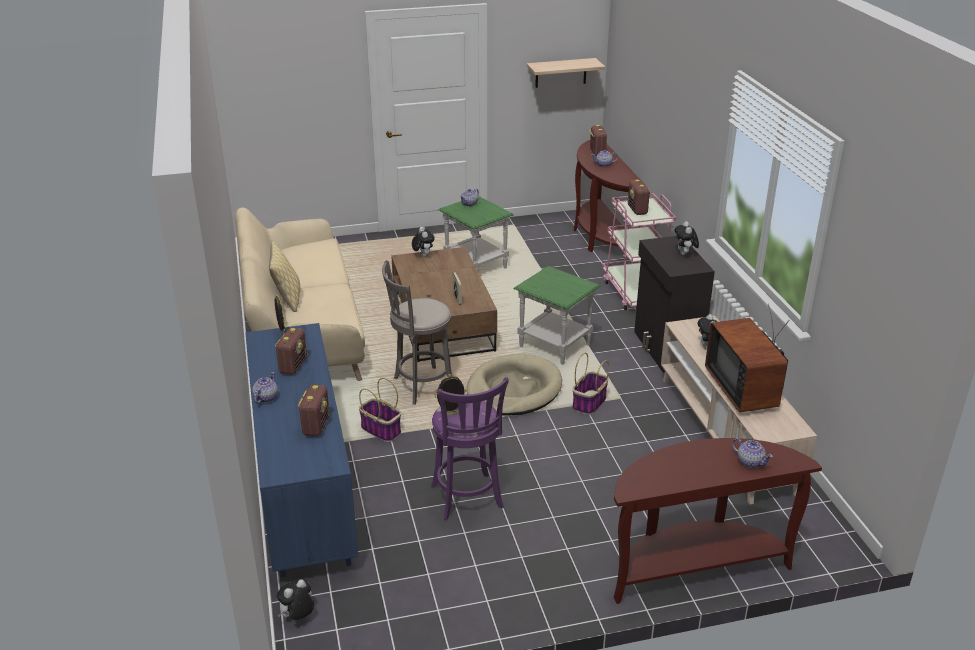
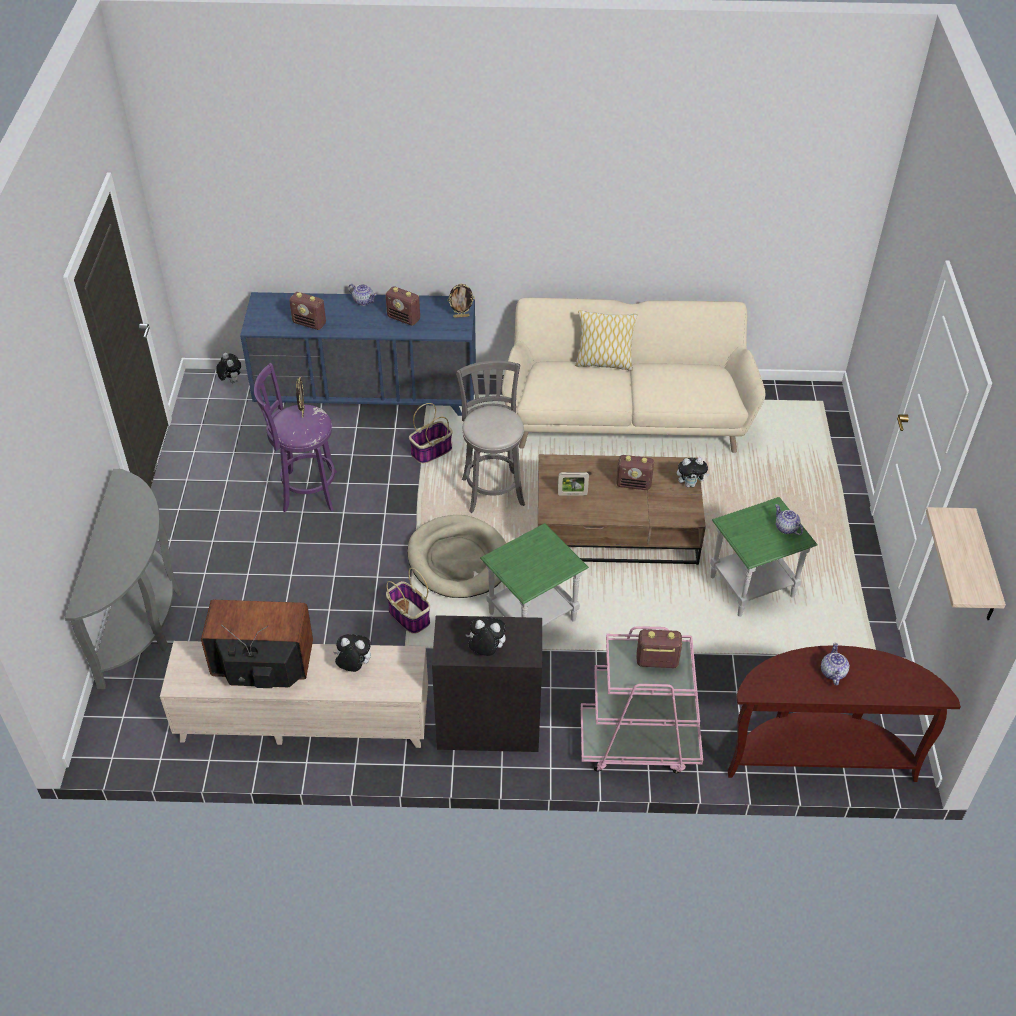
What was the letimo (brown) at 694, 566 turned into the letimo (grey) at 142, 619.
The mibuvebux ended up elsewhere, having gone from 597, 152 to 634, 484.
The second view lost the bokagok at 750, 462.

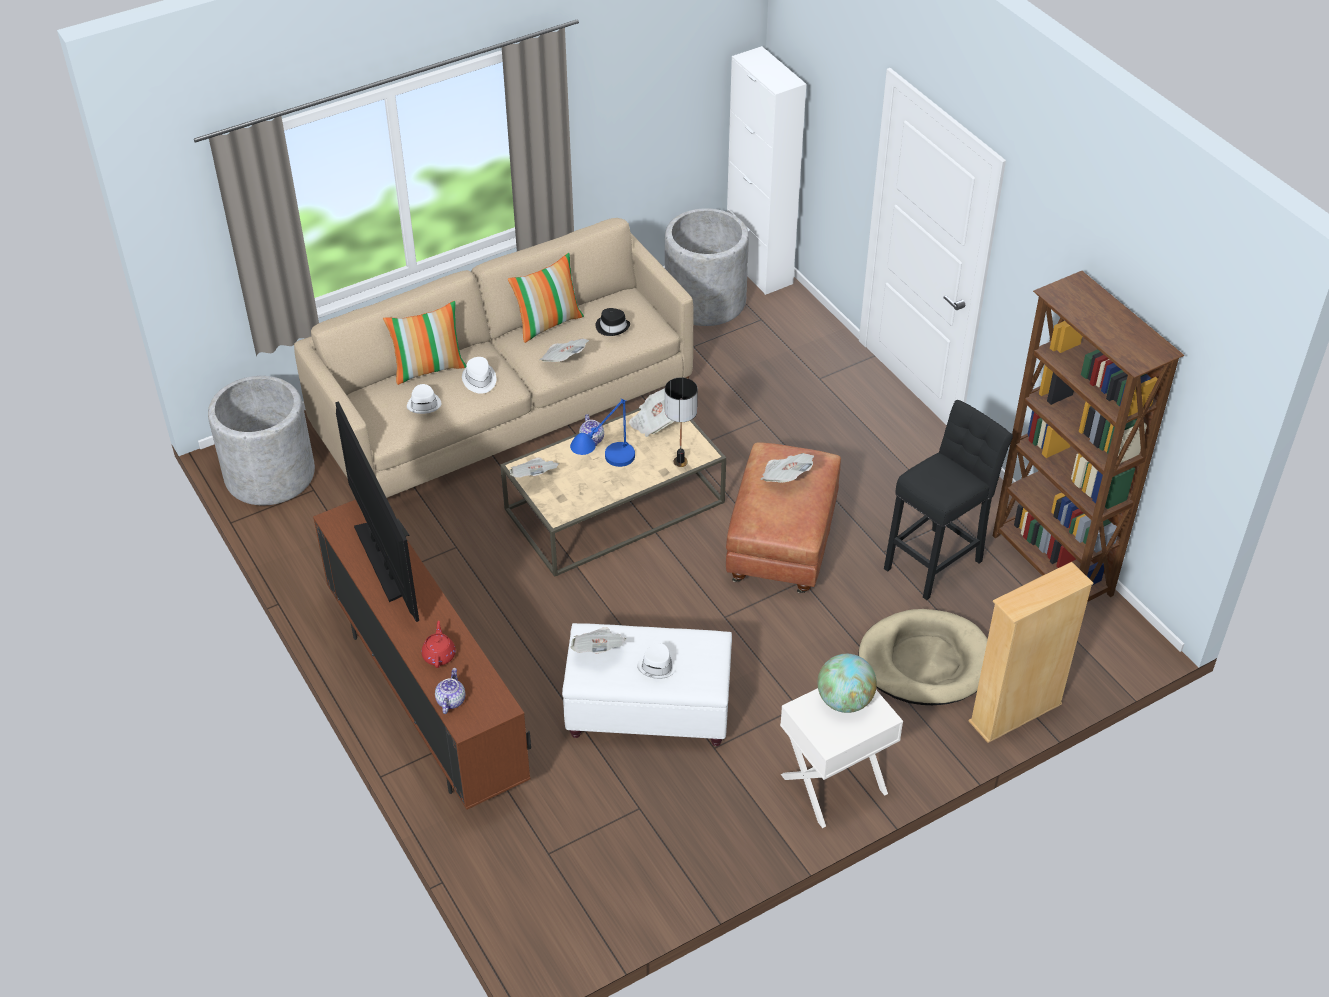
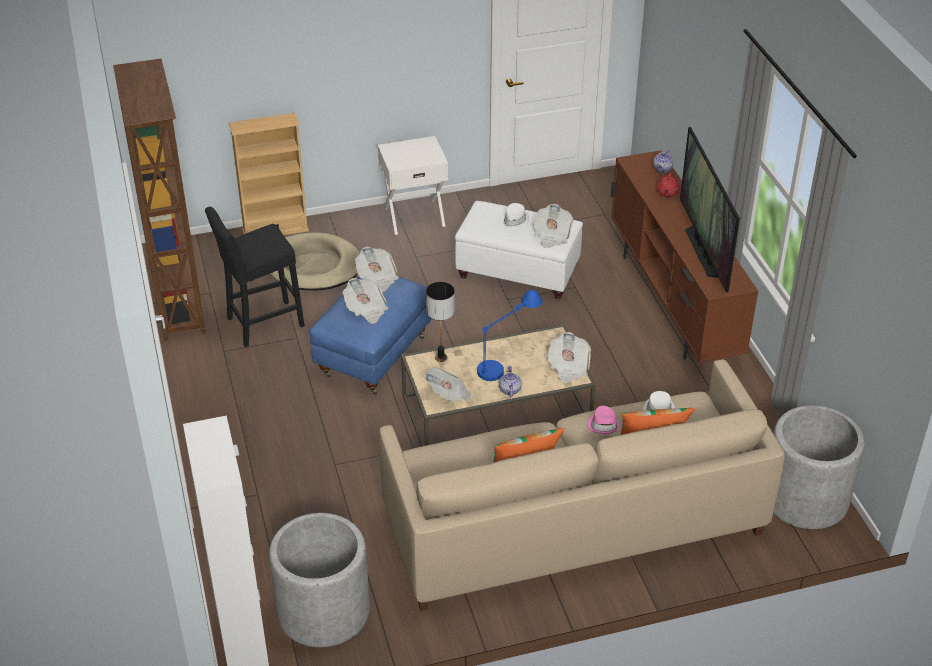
What was the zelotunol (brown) at 782, 547 turned into the zelotunol (blue) at 373, 355.
The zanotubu ended up elsewhere, having gone from 564, 360 to 377, 278.
What was the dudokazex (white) at 479, 380 turned into the dudokazex (pink) at 603, 424.
The second view lost the dudokazex (black) at 612, 327.
The second view lost the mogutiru at 845, 701.

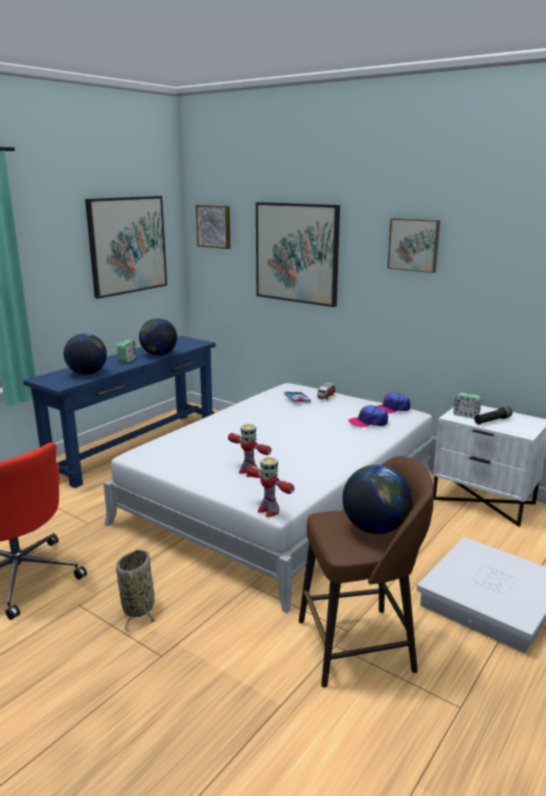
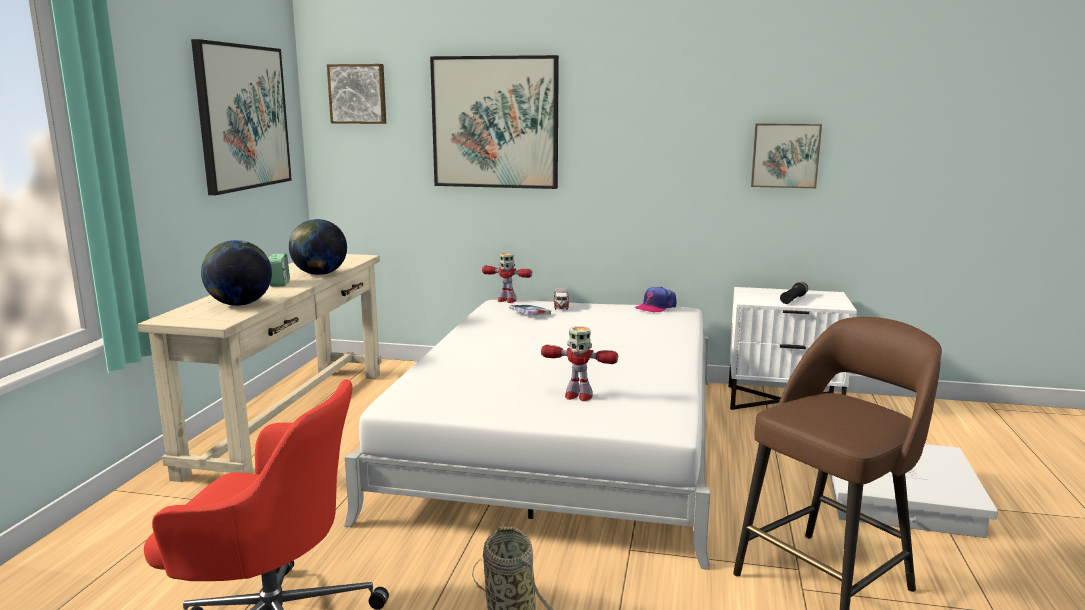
What was the letimo (blue) at 135, 447 turned into the letimo (beige) at 292, 419.
The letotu ended up elsewhere, having gone from 268, 510 to 506, 300.
The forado ended up elsewhere, having gone from 414, 244 to 785, 155.
The second view lost the mogutiru at 375, 528.
The second view lost the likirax at 368, 422.
The second view lost the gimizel at 466, 415.

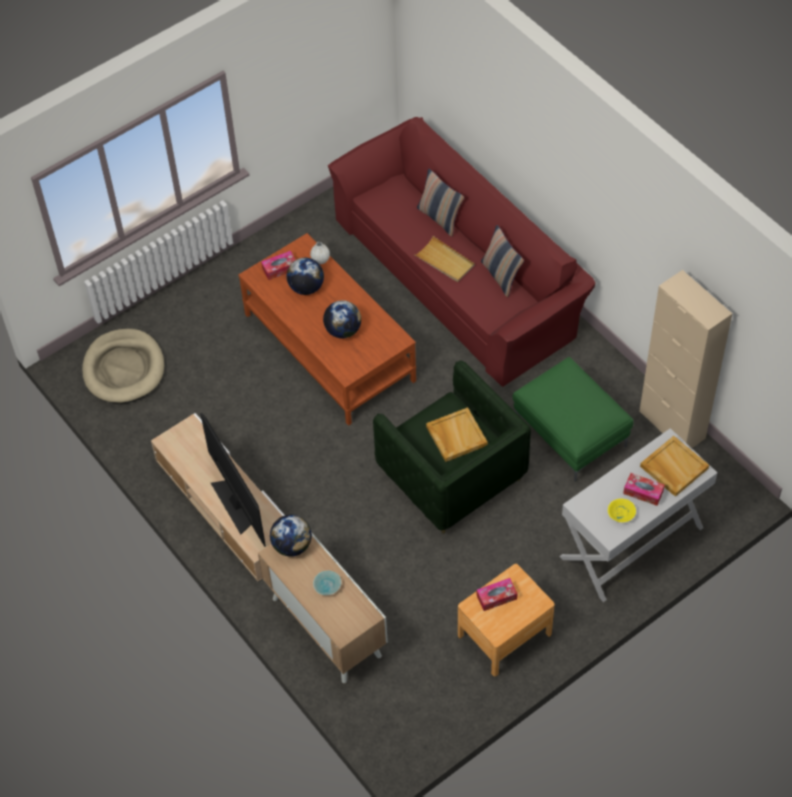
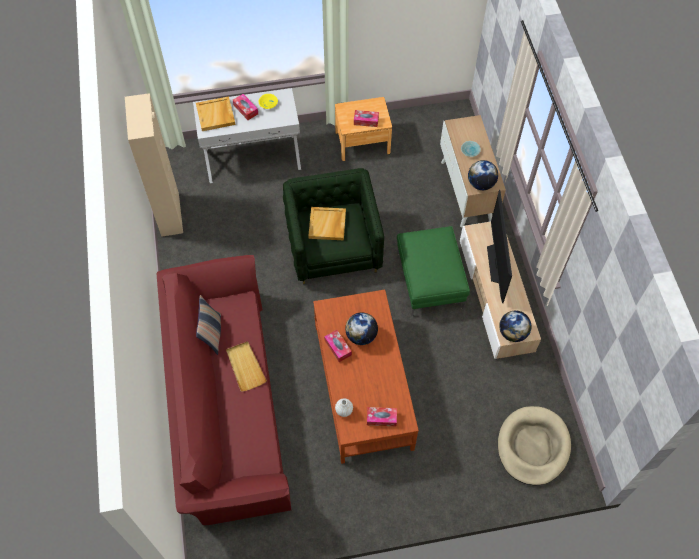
The second view gained the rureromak at 338, 348.
The zelotunol (green) ended up elsewhere, having gone from 568, 433 to 430, 281.
The mogutiru ended up elsewhere, having gone from 306, 287 to 512, 333.
The second view lost the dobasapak at 440, 218.

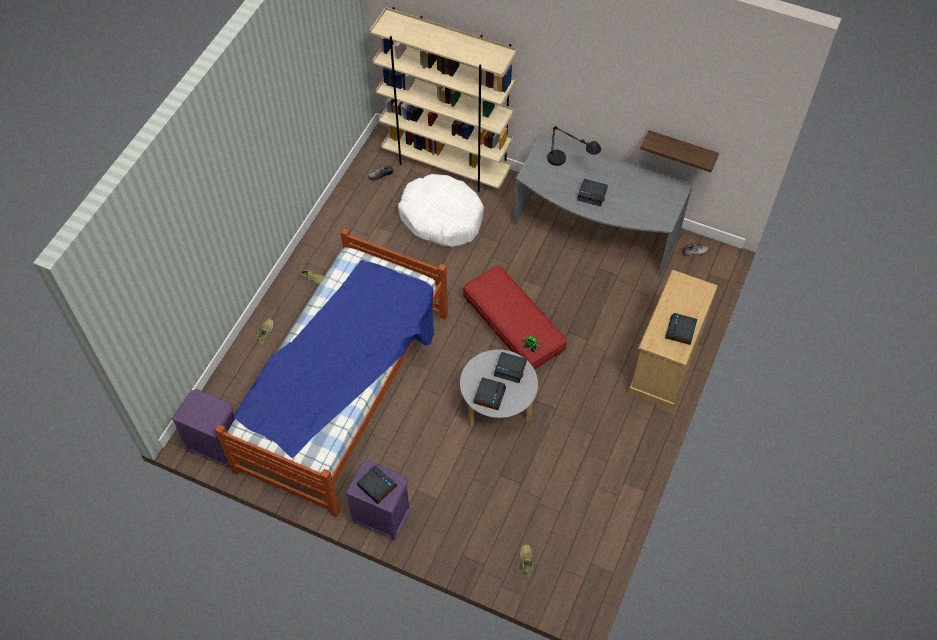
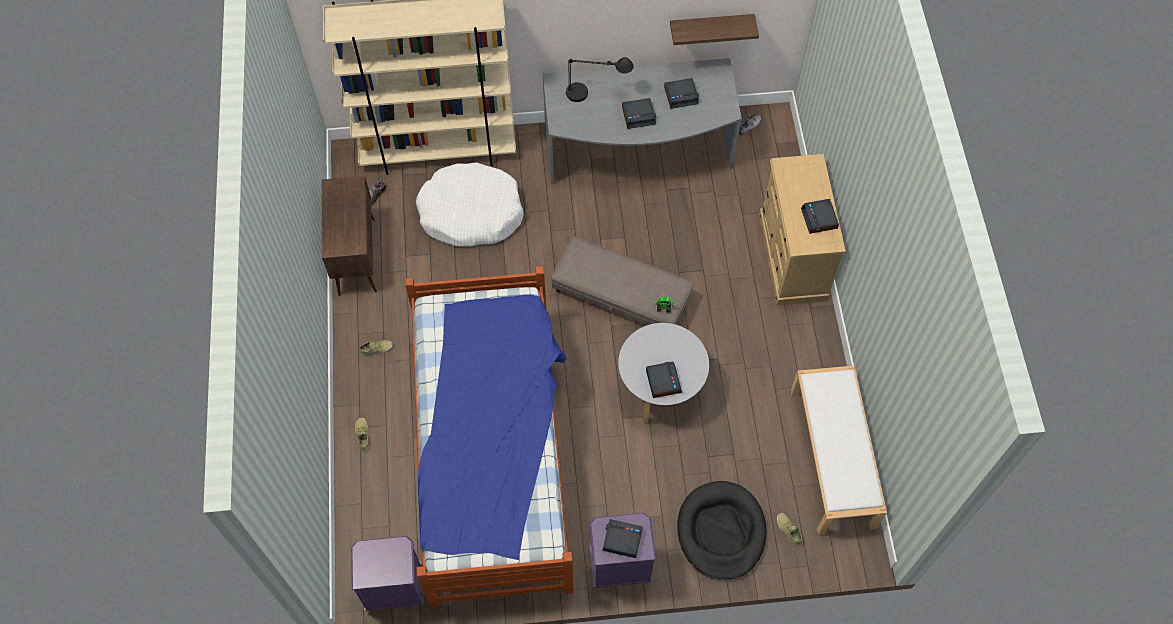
The second view gained the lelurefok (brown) at 356, 256.
What was the zelotunol (red) at 513, 327 turned into the zelotunol (grey) at 621, 294.
The gimizel ended up elsewhere, having gone from 510, 369 to 681, 95.
The second view gained the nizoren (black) at 721, 531.
The second view gained the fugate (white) at 833, 458.

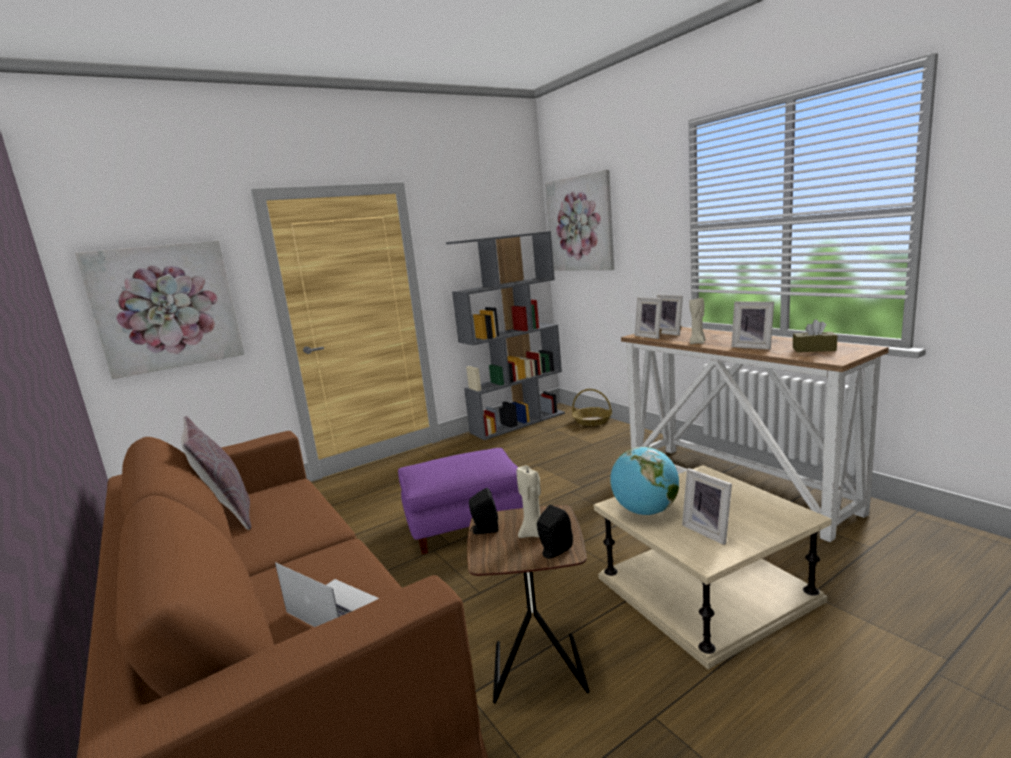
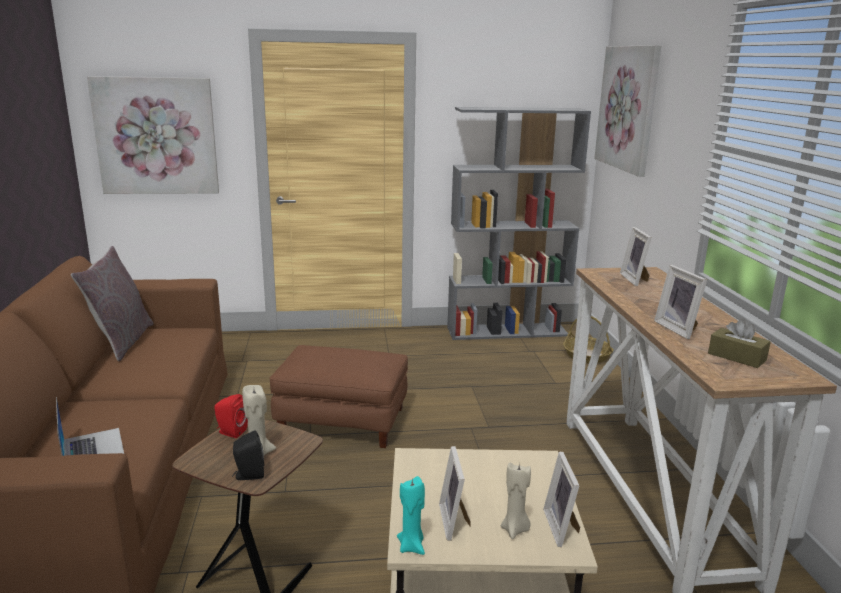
What was the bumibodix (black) at 484, 530 turned into the bumibodix (red) at 230, 432.
What was the zelotunol (purple) at 465, 523 turned into the zelotunol (brown) at 343, 421.
The second view gained the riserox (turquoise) at 412, 546.
The riserox (beige) ended up elsewhere, having gone from 697, 343 to 515, 529.
The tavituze ended up elsewhere, having gone from 650, 336 to 563, 527.
The second view lost the mogutiru at 645, 511.

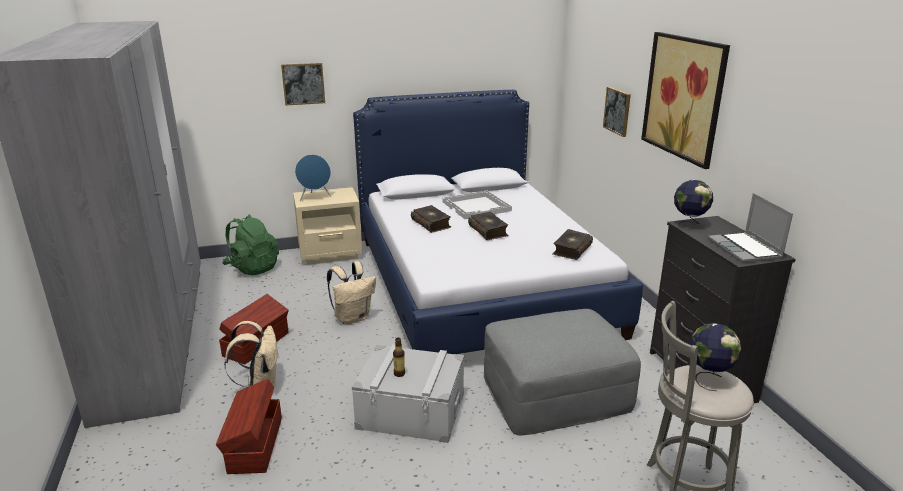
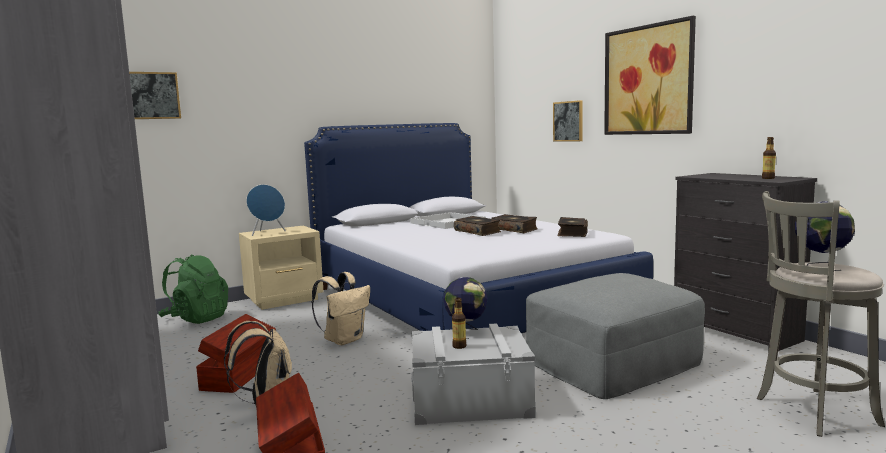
The forado ended up elsewhere, having gone from 303, 84 to 153, 95.
The mogutiru ended up elsewhere, having gone from 689, 224 to 466, 332.
The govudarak ended up elsewhere, having gone from 431, 224 to 514, 229.
Where the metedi stood at 745, 249, the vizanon came to stand at 768, 178.

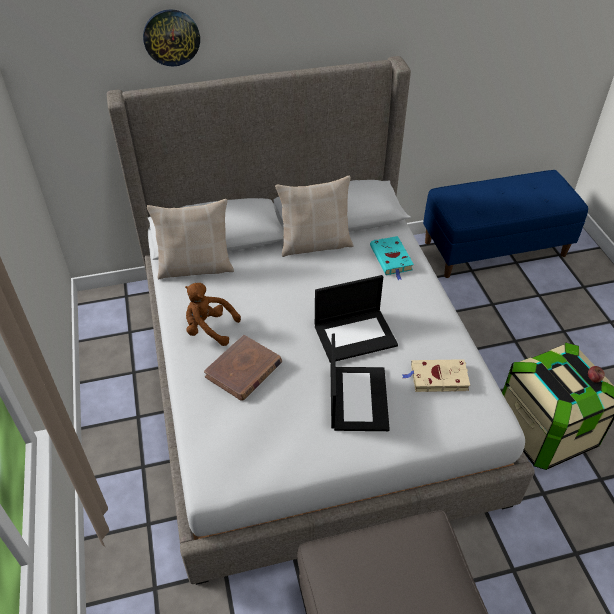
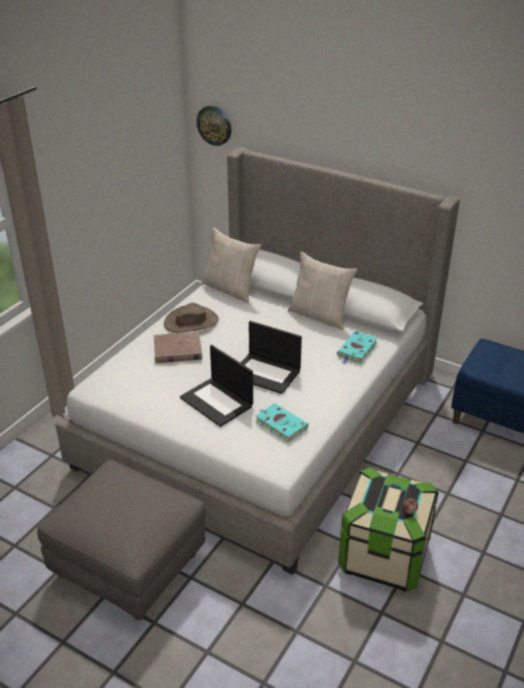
Where the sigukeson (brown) stood at 209, 328, the dudokazex (brown) came to stand at 191, 322.
The metedi at 357, 398 ended up facing another way, 90 degrees clockwise from before.
The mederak ended up elsewhere, having gone from 171, 37 to 214, 125.
What was the govudarak (beige) at 437, 378 turned into the govudarak (turquoise) at 280, 424.

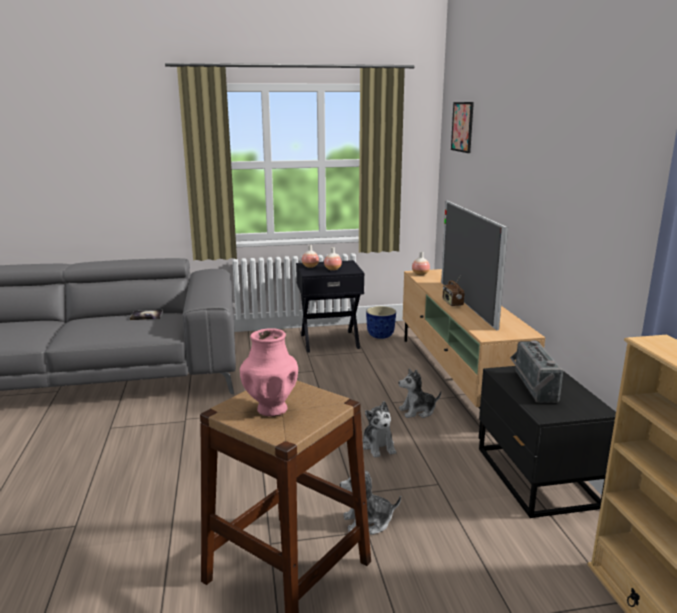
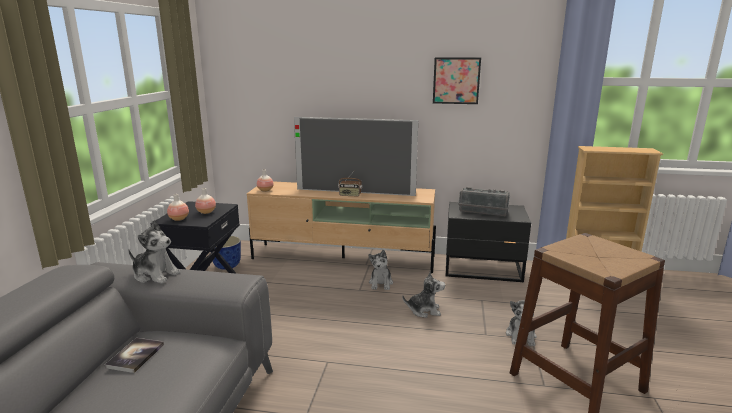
The second view gained the sigukeson at 155, 275.
The forado ended up elsewhere, having gone from 462, 127 to 456, 80.
The second view lost the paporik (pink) at 271, 409.

